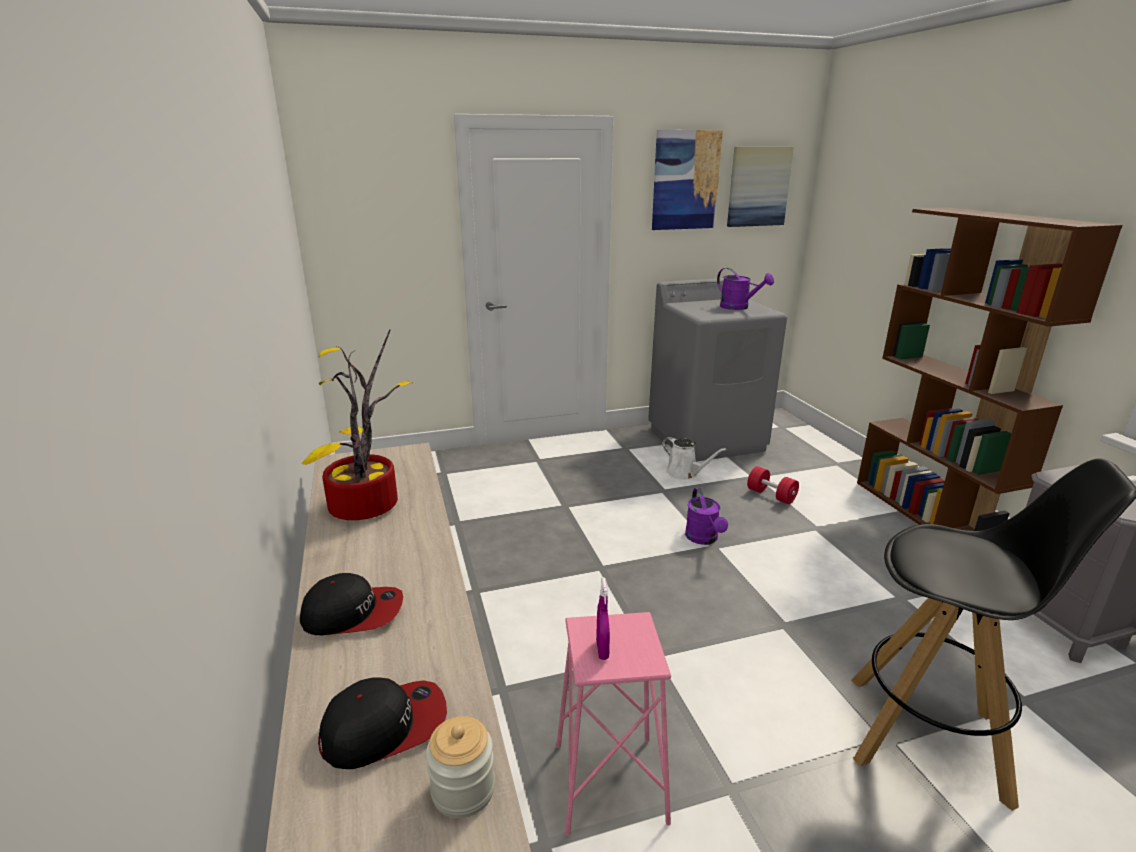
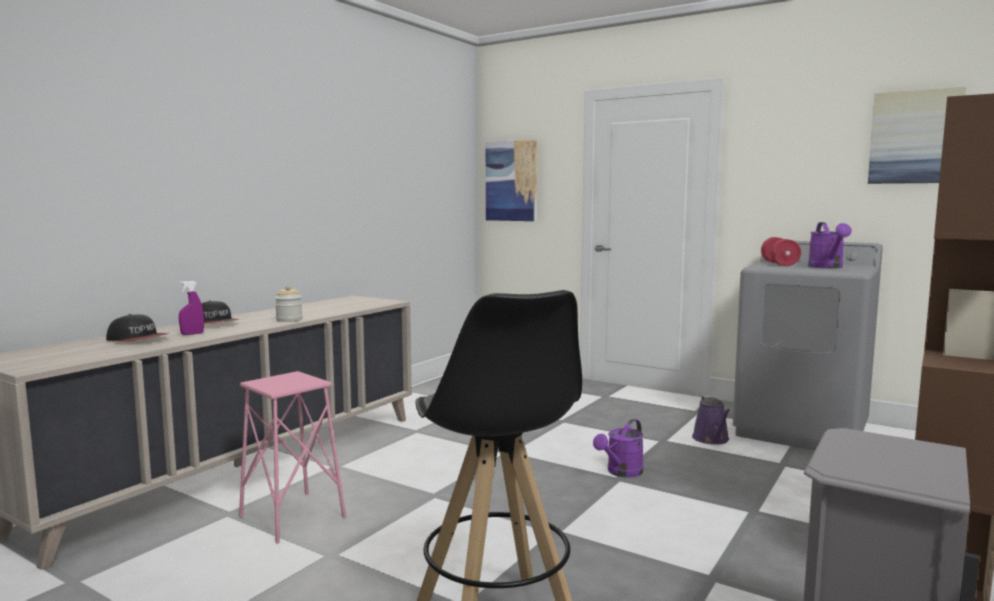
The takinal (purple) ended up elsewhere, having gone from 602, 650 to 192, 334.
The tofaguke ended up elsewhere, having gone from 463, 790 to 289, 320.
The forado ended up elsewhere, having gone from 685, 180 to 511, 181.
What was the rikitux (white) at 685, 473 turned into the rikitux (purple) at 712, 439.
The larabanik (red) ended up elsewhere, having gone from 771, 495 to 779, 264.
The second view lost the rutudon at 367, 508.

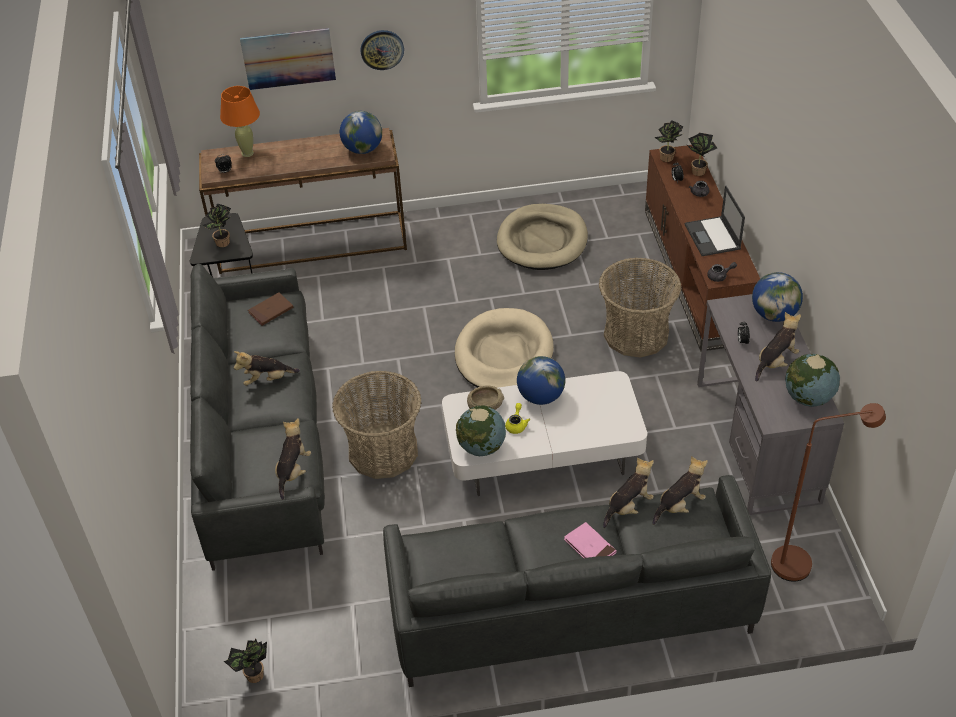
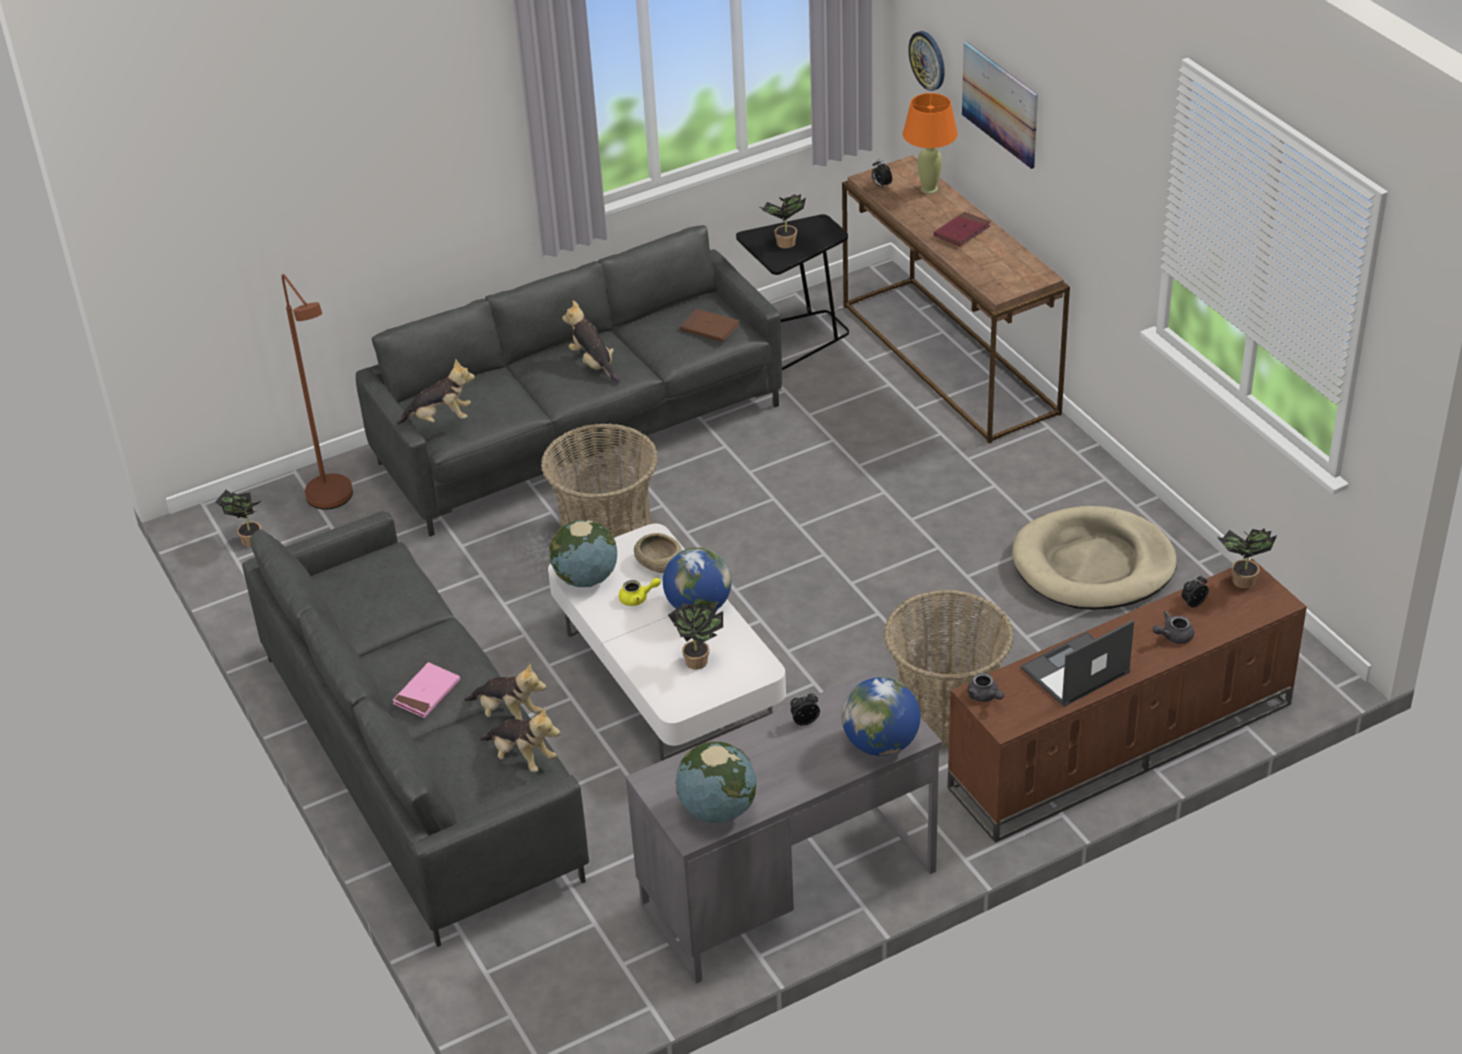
The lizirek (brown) ended up elsewhere, having gone from 802, 563 to 334, 502.
The rutudon ended up elsewhere, having gone from 698, 170 to 700, 660.
The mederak ended up elsewhere, having gone from 382, 49 to 928, 60.
The second view gained the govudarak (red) at 962, 232.
The second view lost the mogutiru at 363, 149.
The second view lost the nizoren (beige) at 503, 354.
The second view lost the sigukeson at 775, 362.

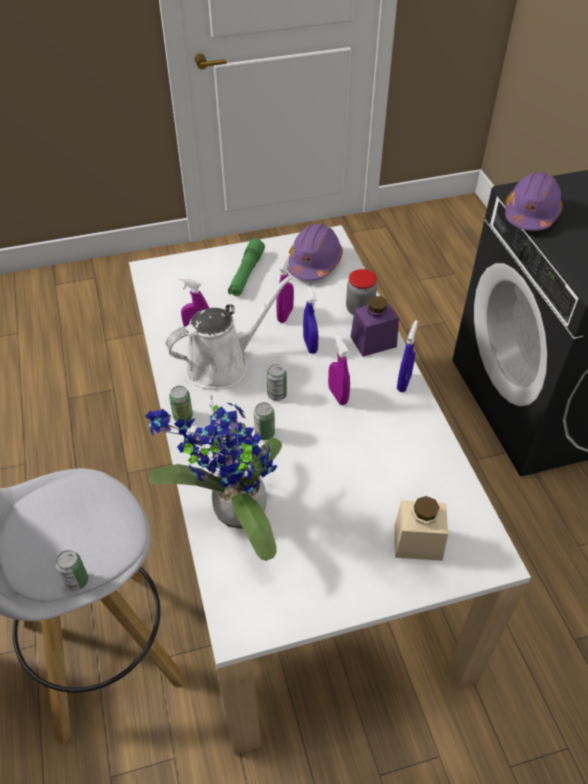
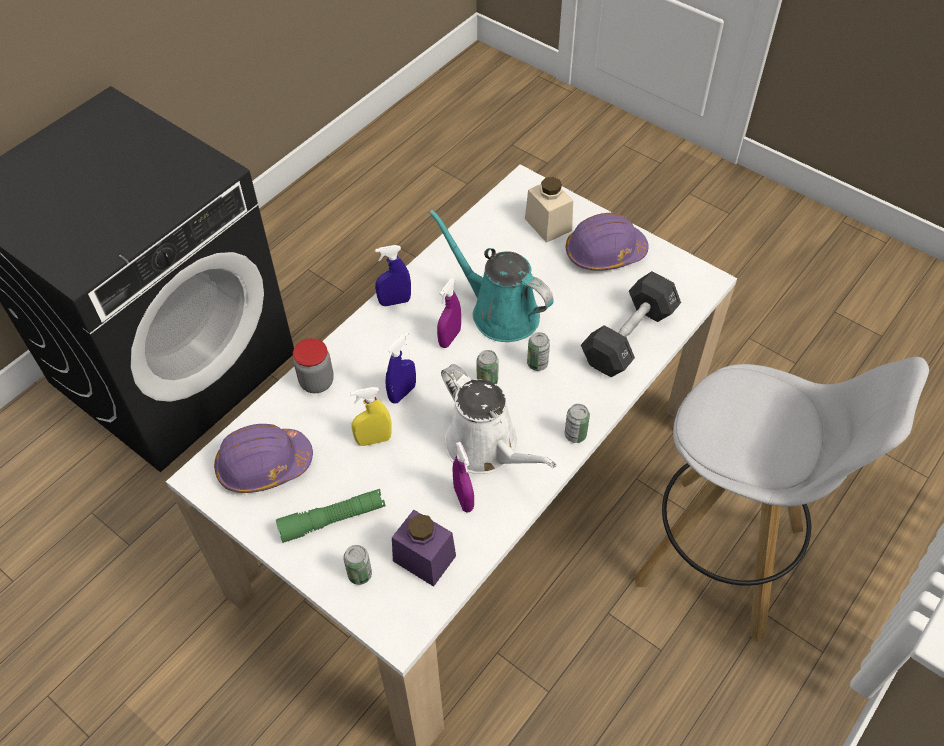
The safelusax ended up elsewhere, having gone from 76, 581 to 360, 574.
What was the takinal (purple) at 285, 315 turned into the takinal (yellow) at 373, 440.
The tofaguke (purple) ended up elsewhere, having gone from 373, 342 to 424, 558.
The second view gained the rikitux (turquoise) at 499, 312.
The rikitux (white) at 222, 364 ended up facing another way, 150 degrees counterclockwise from before.
The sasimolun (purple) ended up elsewhere, having gone from 530, 214 to 604, 253.
Where the rutudon stood at 233, 512, the larabanik (black) came to stand at 629, 337.

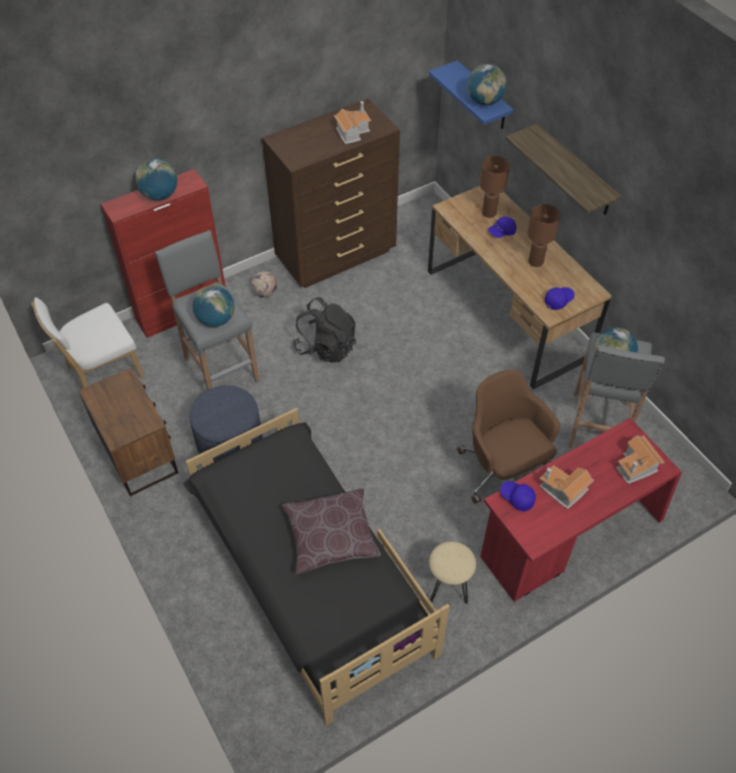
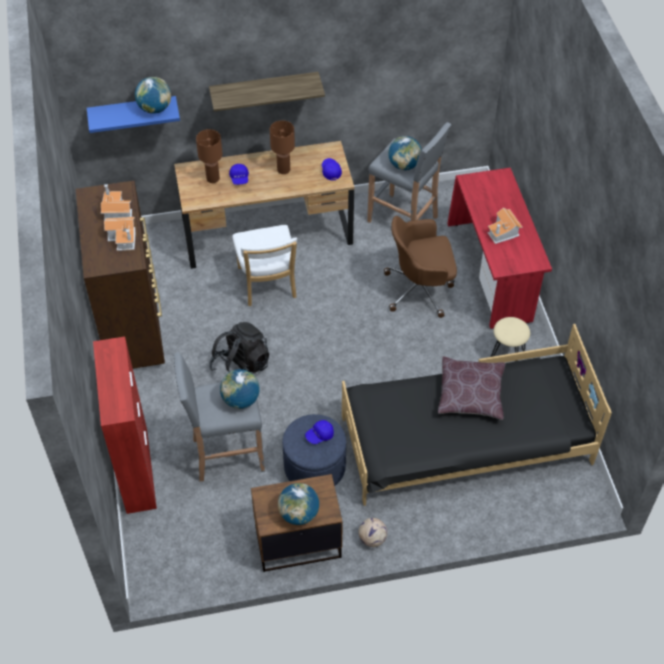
The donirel ended up elsewhere, having gone from 636, 467 to 124, 238.
The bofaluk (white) ended up elsewhere, having gone from 102, 374 to 267, 285.
The mogutiru ended up elsewhere, having gone from 160, 195 to 299, 514.
The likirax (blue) ended up elsewhere, having gone from 517, 498 to 319, 435.
The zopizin ended up elsewhere, having gone from 265, 293 to 372, 538.

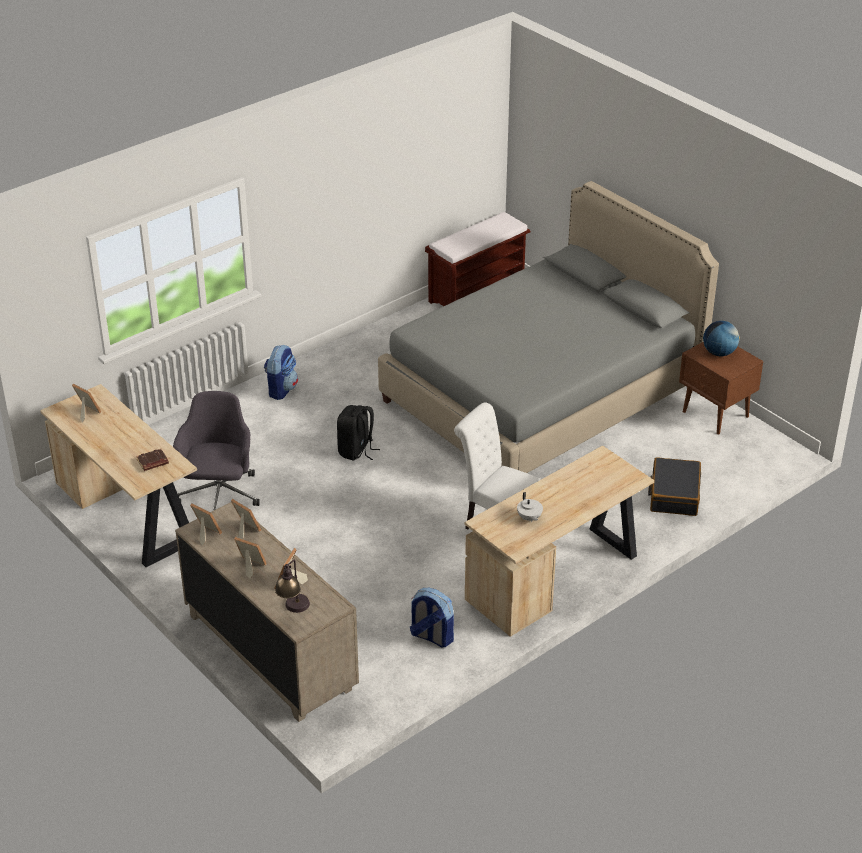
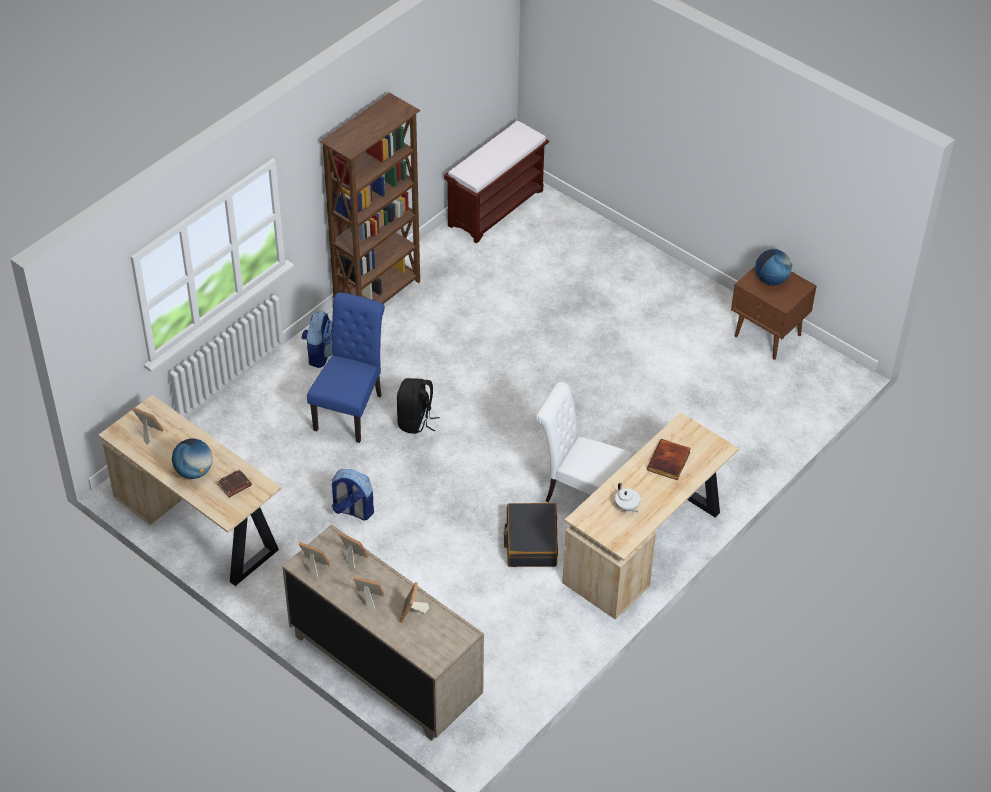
The second view gained the mogutiru at 194, 471.
The second view gained the bofaluk (blue) at 351, 409.
The second view gained the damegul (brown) at 378, 296.
The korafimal ended up elsewhere, having gone from 431, 636 to 352, 510.
The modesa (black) ended up elsewhere, having gone from 674, 494 to 531, 542.
The second view gained the govudarak at 669, 462.
The second view lost the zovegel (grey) at 219, 495.
The second view lost the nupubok at 293, 610.
The second view lost the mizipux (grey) at 542, 394.

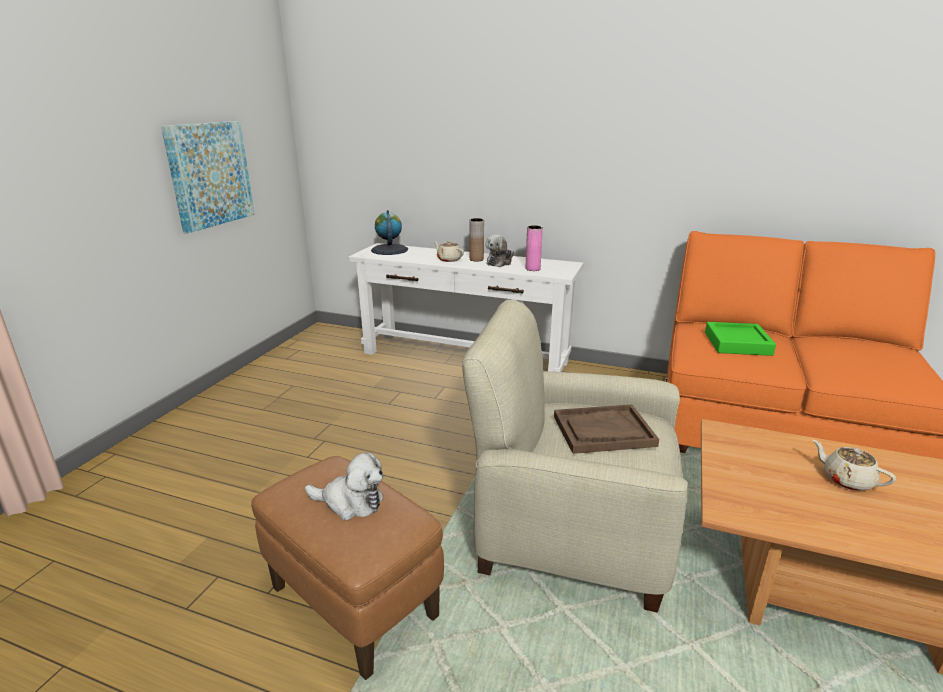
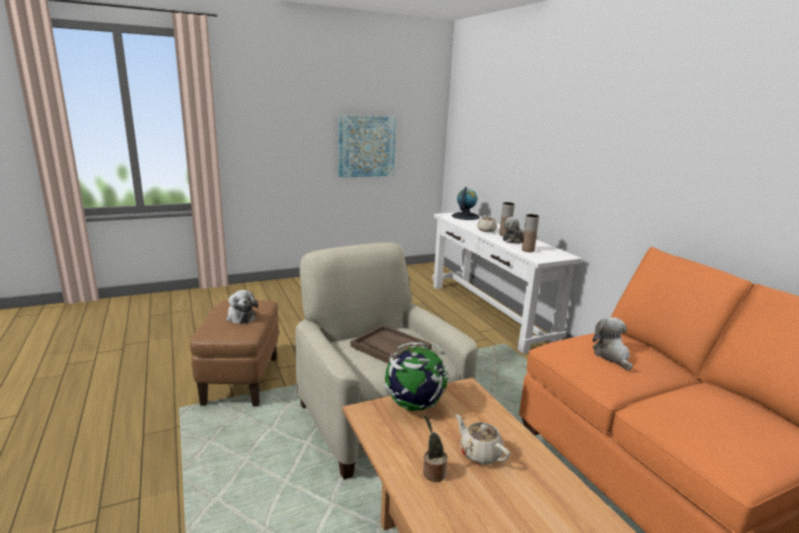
The second view gained the mogutiru at 414, 405.
The second view gained the rutudon at 432, 472.
The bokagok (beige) at 846, 480 ended up facing another way, 45 degrees counterclockwise from before.
What was the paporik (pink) at 532, 269 turned into the paporik (brown) at 528, 250.
Where the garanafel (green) stood at 737, 344, the sigukeson came to stand at 612, 356.

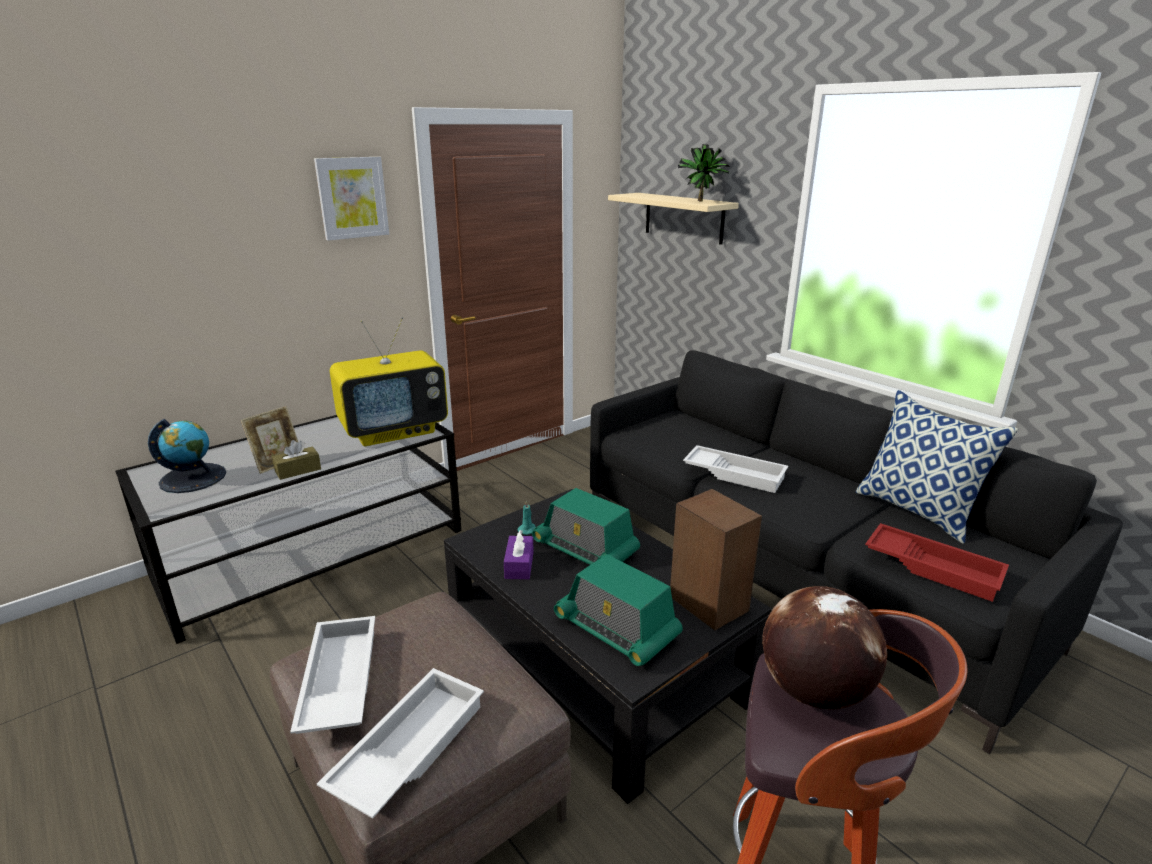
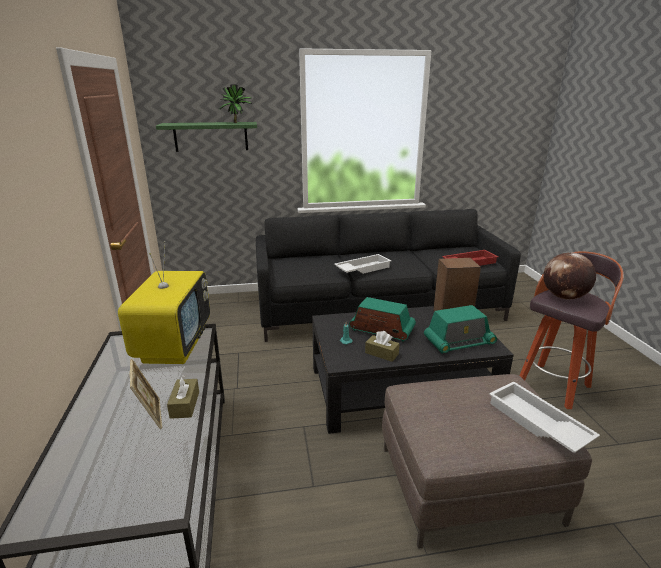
What was the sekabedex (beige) at 683, 218 turned into the sekabedex (green) at 211, 136.
The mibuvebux at 585, 549 ended up facing another way, 135 degrees counterclockwise from before.
What was the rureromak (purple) at 519, 565 turned into the rureromak (brown) at 381, 353.
The second view lost the mogutiru at 193, 478.
The second view lost the garanafel (white) at 337, 682.
The second view lost the forado at 352, 198.
The second view lost the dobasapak at 917, 511.

